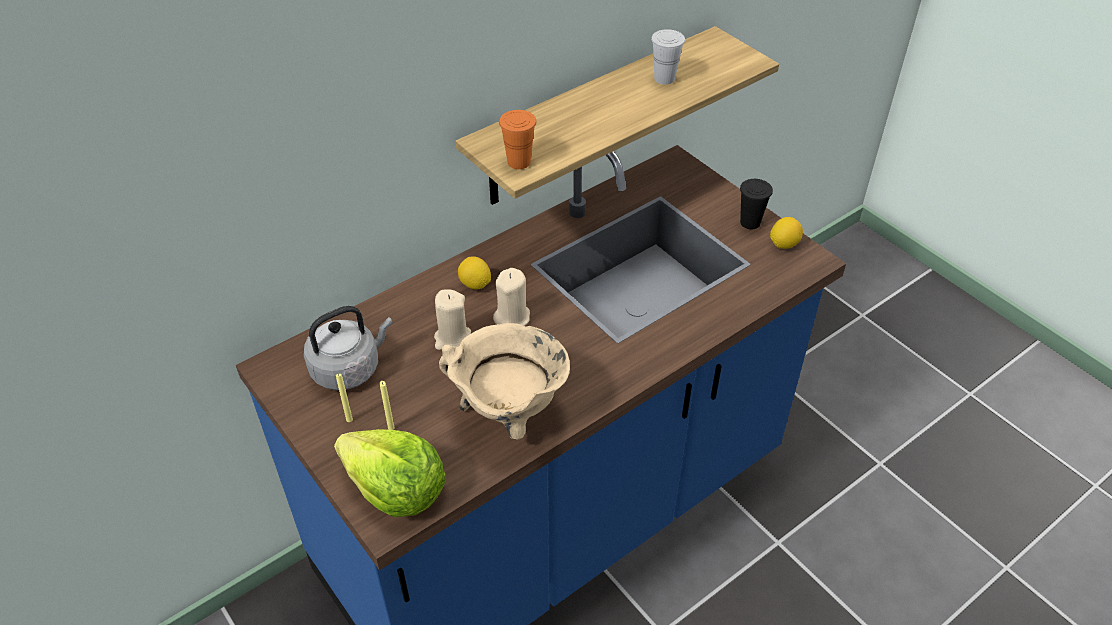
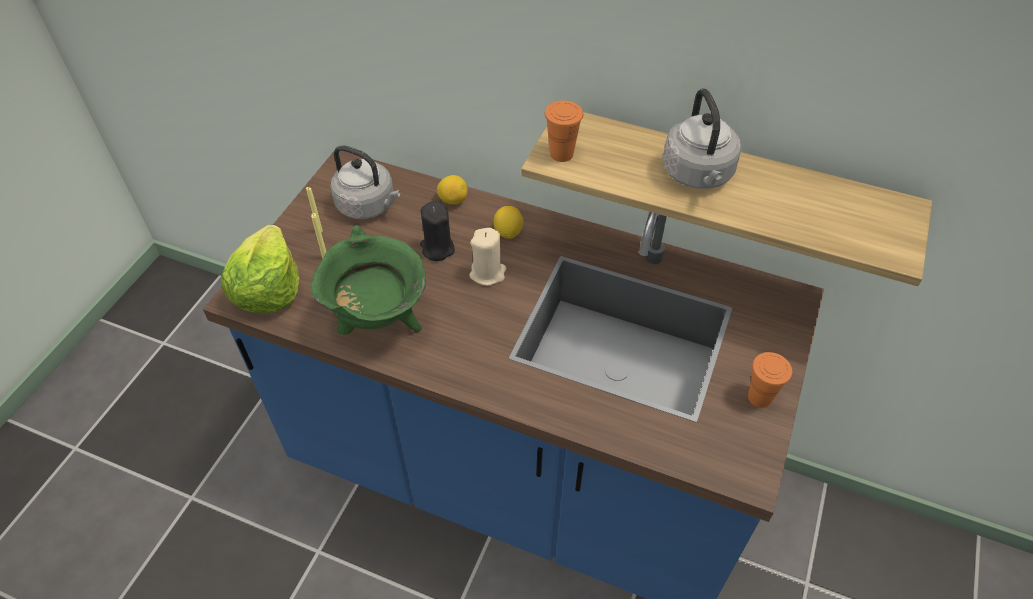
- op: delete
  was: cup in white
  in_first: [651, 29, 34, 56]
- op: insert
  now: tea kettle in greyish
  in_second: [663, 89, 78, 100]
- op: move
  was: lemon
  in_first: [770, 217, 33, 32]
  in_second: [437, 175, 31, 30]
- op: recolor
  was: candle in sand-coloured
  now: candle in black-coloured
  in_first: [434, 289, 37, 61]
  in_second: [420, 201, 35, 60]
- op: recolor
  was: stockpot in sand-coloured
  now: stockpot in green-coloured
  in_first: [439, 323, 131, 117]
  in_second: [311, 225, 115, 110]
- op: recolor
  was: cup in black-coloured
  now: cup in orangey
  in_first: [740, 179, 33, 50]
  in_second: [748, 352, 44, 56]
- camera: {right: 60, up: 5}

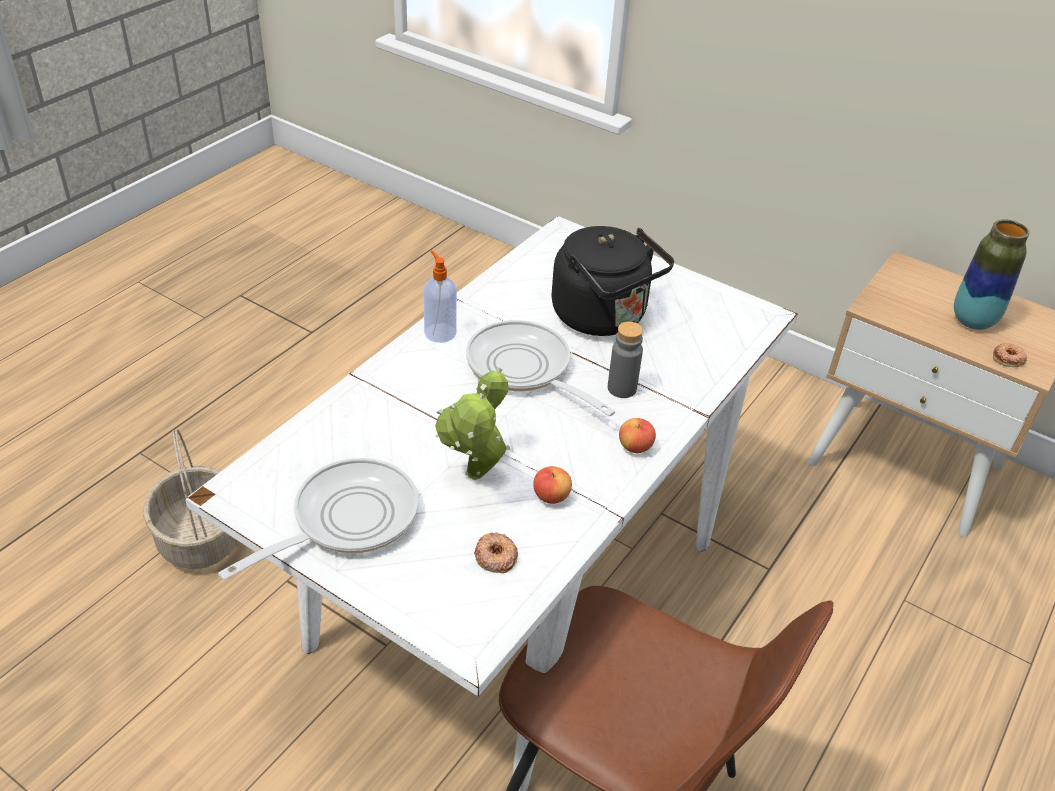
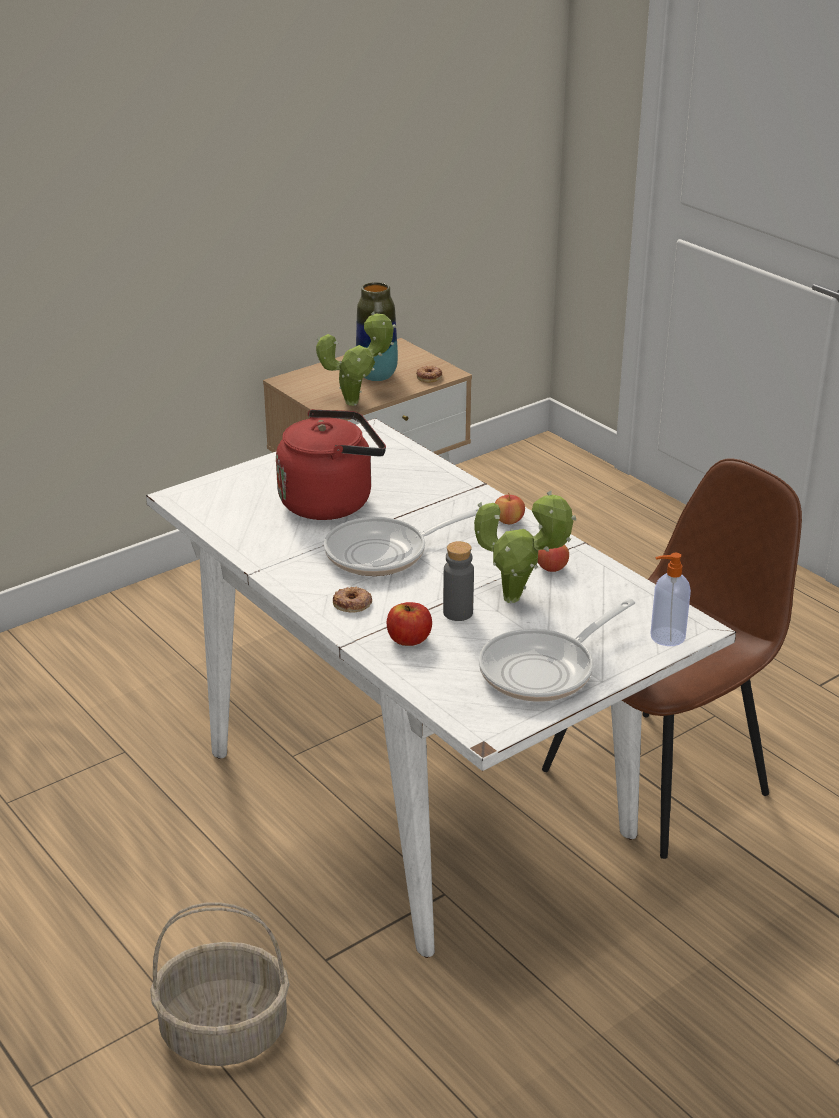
- op: insert
  now: houseplant
  in_second: [316, 311, 80, 95]
- op: insert
  now: apple
  in_second: [387, 602, 45, 44]
- op: move
  was: liquid soap bottle
  in_first: [424, 250, 33, 93]
  in_second: [650, 553, 41, 93]
- op: move
  was: ring doughnut
  in_first: [474, 532, 44, 41]
  in_second: [333, 587, 39, 26]
- op: move
  was: drink bottle in greyish
  in_first: [608, 322, 35, 76]
  in_second: [443, 541, 31, 80]
- op: recolor
  was: tea kettle in black-coloured
  now: tea kettle in red
  in_first: [552, 226, 122, 110]
  in_second: [276, 409, 110, 111]
- op: rotate
  was: pan
  in_first: [218, 458, 200, 122]
  in_second: [479, 599, 156, 103]
  clockwise: -105
- camera: {right: -70, up: -10}

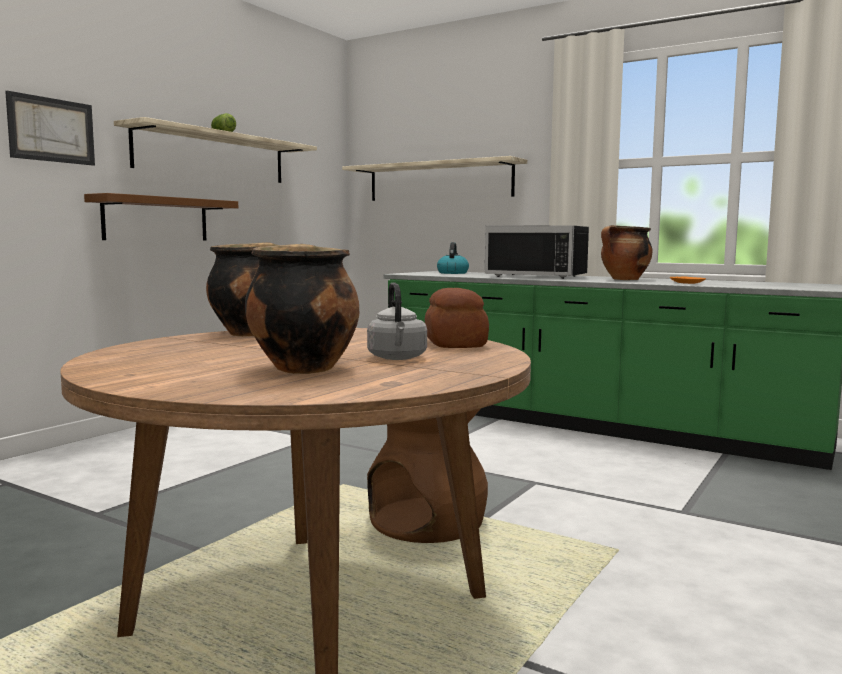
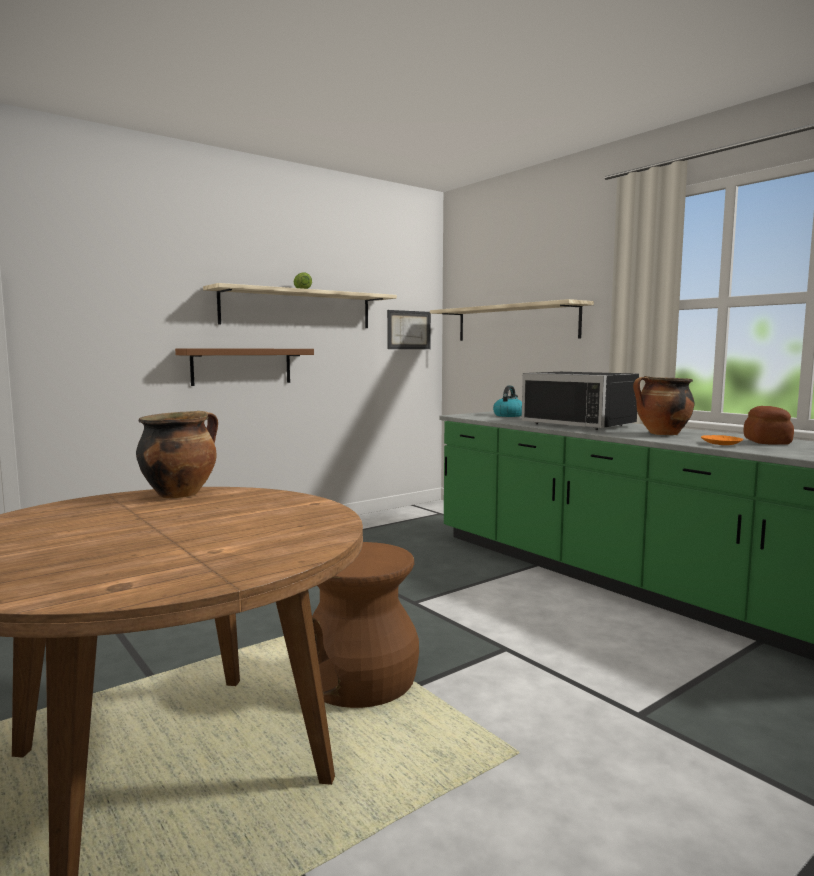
- op: delete
  was: stockpot
  in_first: [245, 244, 114, 130]
- op: delete
  was: tea kettle in greyish
  in_first: [367, 282, 60, 78]
- op: move
  was: wall picture
  in_first: [5, 91, 90, 75]
  in_second: [387, 310, 44, 39]
- op: move
  was: bakery bread
  in_first: [425, 288, 64, 60]
  in_second: [744, 406, 50, 39]
- camera: {right: 20, up: 0}

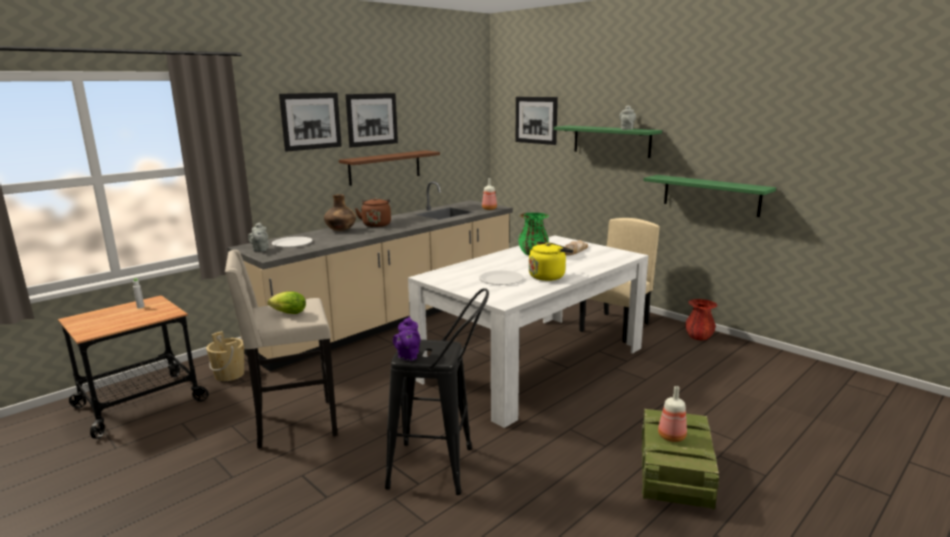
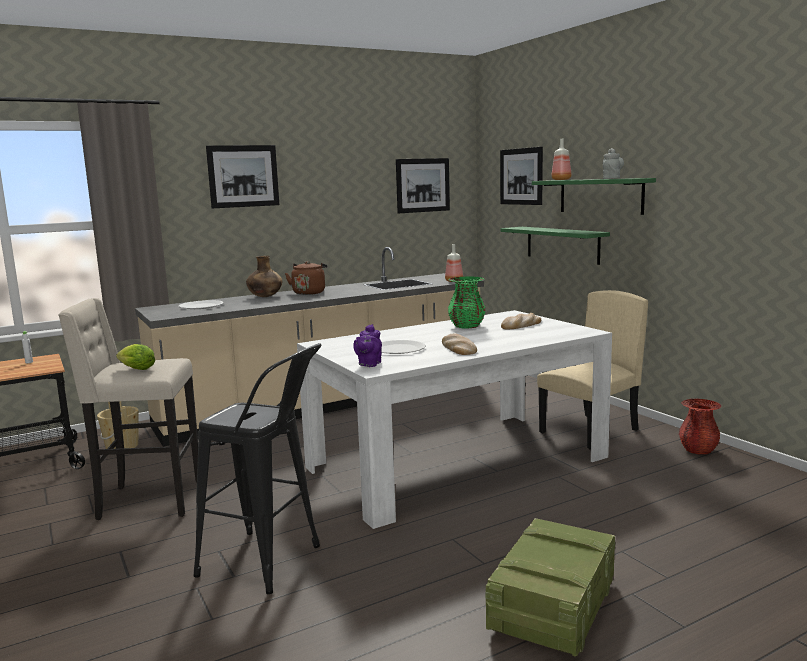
- op: delete
  was: teapot in greyish
  in_first: [248, 222, 21, 30]
- op: delete
  was: bracket shelf in brownish
  in_first: [339, 150, 101, 36]
- op: move
  was: wall picture
  in_first: [345, 93, 53, 55]
  in_second: [396, 158, 54, 55]
- op: move
  was: teapot in purple-coloured
  in_first: [393, 316, 27, 45]
  in_second: [353, 324, 29, 43]
- op: move
  was: bracket shelf in green-coloured
  in_first: [644, 175, 132, 42]
  in_second: [501, 227, 109, 38]
- op: move
  was: drink bottle
  in_first: [658, 386, 29, 56]
  in_second: [551, 139, 20, 41]
- op: replace
  was: tea kettle in yellow
  now: bakery bread
  in_first: [529, 242, 44, 39]
  in_second: [442, 333, 35, 22]
- camera: {right: 15, up: -5}

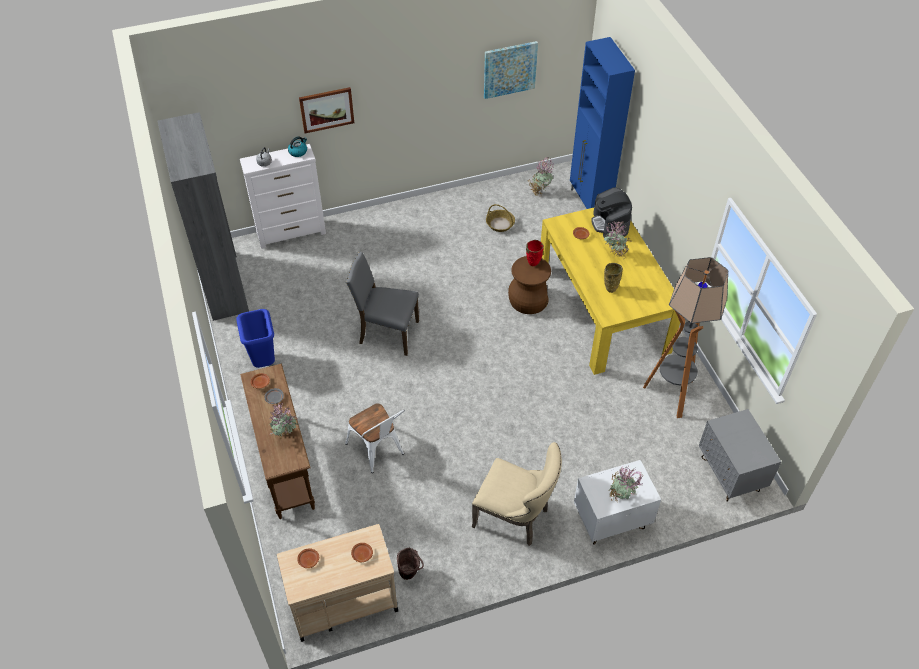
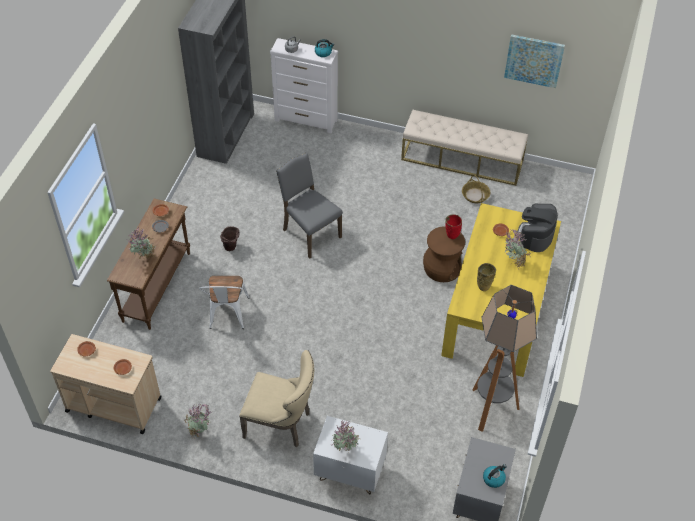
- op: delete
  was: trash can in bluish
  in_first: [237, 309, 38, 59]
- op: delete
  was: wall picture
  in_first: [299, 87, 55, 46]
- op: delete
  was: cupboard in bluish
  in_first: [570, 37, 65, 172]
- op: insert
  now: long seat in sand-coloured
  in_second: [401, 110, 127, 76]
- op: insert
  now: tea kettle
  in_second: [483, 464, 24, 24]
- op: move
  was: pail in brownish
  in_first: [397, 547, 27, 33]
  in_second: [220, 226, 20, 25]
- op: move
  was: houseplant
  in_first: [528, 157, 26, 38]
  in_second: [185, 403, 27, 35]
- op: rotate
  was: plain chair in sand-coloured
  in_first: [472, 442, 90, 104]
  in_second: [239, 350, 75, 97]
  clockwise: -45
- camera: {right: 35, up: 0}

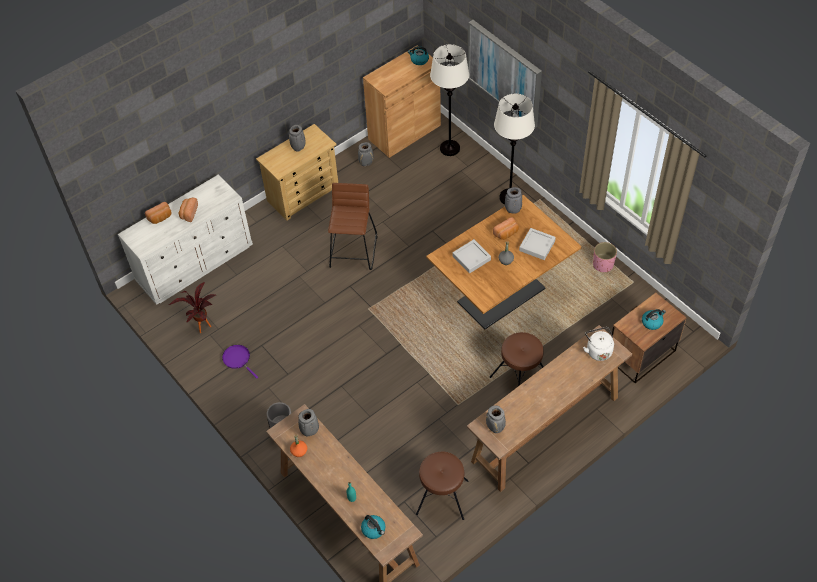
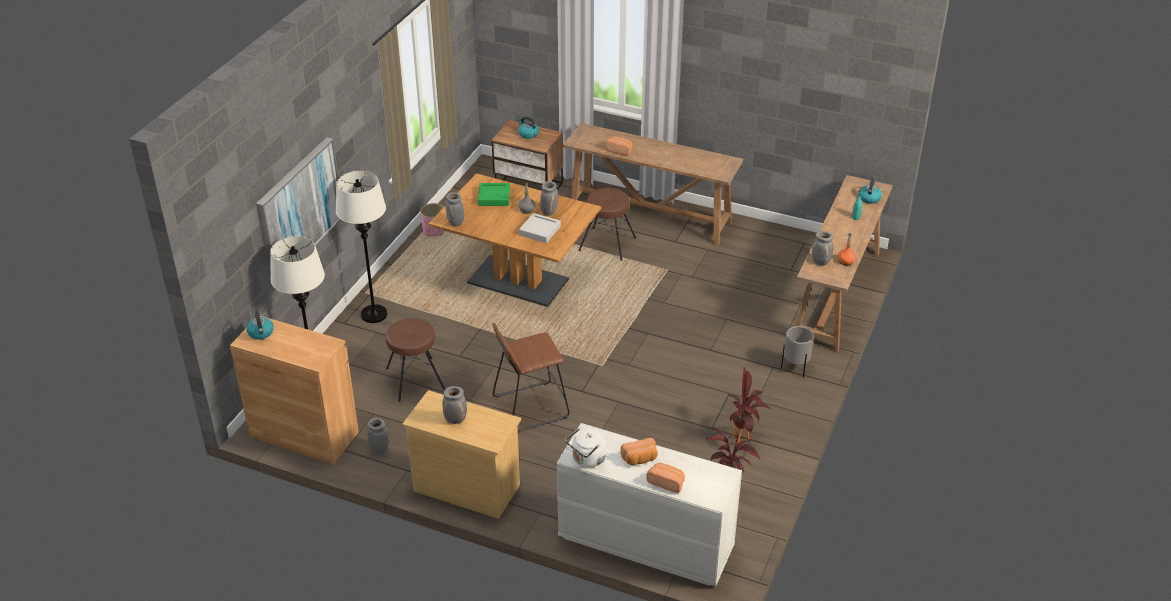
- op: move
  was: sitting stool in brownish
  in_first: [416, 452, 52, 68]
  in_second: [386, 318, 59, 84]
- op: move
  was: flower vase in greyish
  in_first: [486, 405, 20, 28]
  in_second: [540, 181, 18, 35]
- op: move
  was: bakery bread
  in_first: [493, 217, 26, 23]
  in_second: [605, 136, 28, 20]
- op: move
  was: tea kettle in white
  in_first: [583, 327, 31, 34]
  in_second: [565, 428, 42, 39]
- op: replace
  was: pan in purple-coloured
  now: houseplant
  in_first: [222, 345, 36, 34]
  in_second: [727, 367, 44, 77]
- op: recolor
  was: serving tray in greyish
  now: serving tray in green-coloured
  in_first: [519, 228, 37, 32]
  in_second: [478, 183, 32, 23]
- camera: {right: -120, up: -15}

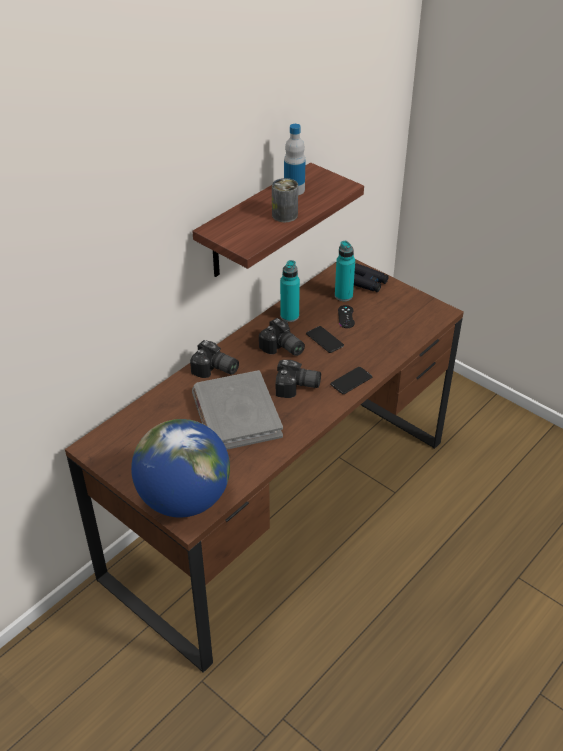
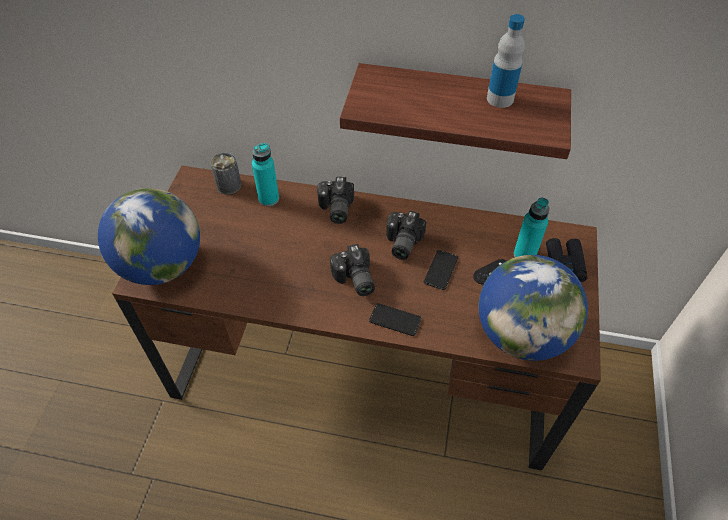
- op: delete
  was: volume in greyish
  in_first: [192, 370, 91, 80]
- op: insert
  now: world globe
  in_second: [479, 255, 109, 106]
- op: move
  was: can
  in_first: [272, 178, 26, 44]
  in_second: [210, 153, 31, 42]
- op: move
  was: drink bottle in turquoise-coloured
  in_first: [280, 260, 20, 62]
  in_second: [252, 143, 27, 63]
- camera: {right: 60, up: 10}

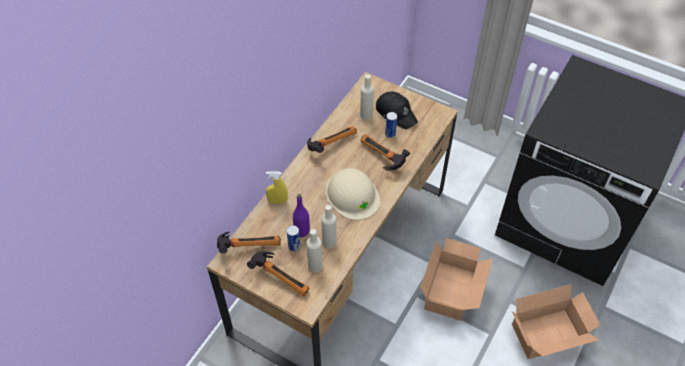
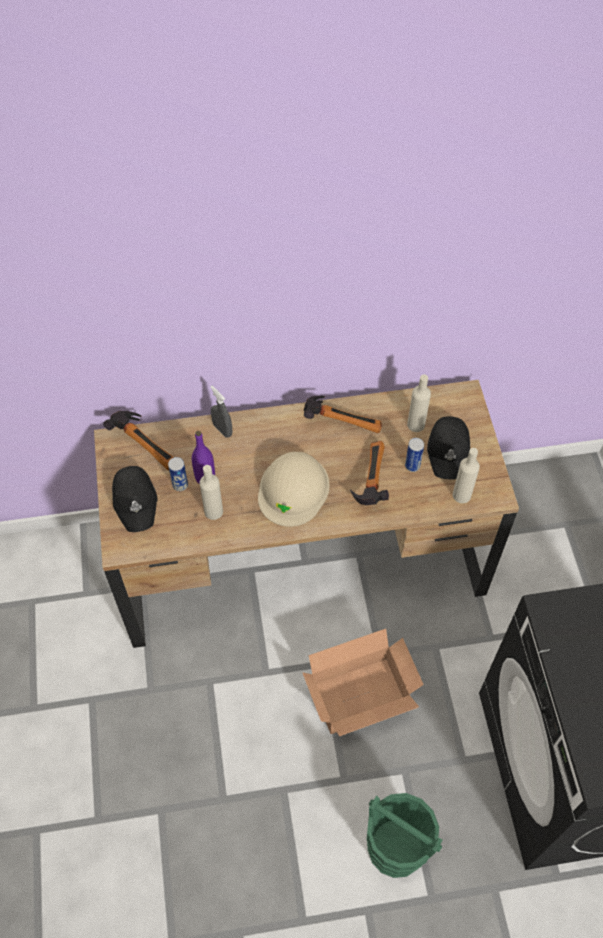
- op: move
  was: drink bottle in sand-coloured
  in_first: [306, 229, 16, 43]
  in_second: [453, 448, 27, 55]
- op: replace
  was: hand hammer
  now: peaked cap in black-coloured
  in_first: [247, 251, 63, 45]
  in_second: [112, 466, 46, 66]
- op: replace
  was: packing box
  now: pail in green-coloured
  in_first: [512, 284, 88, 75]
  in_second: [367, 793, 76, 85]
- op: recolor
  was: sprayer in yellow
  now: sprayer in greyish
  in_first: [266, 172, 22, 31]
  in_second: [210, 386, 22, 52]
- camera: {right: 50, up: 5}

